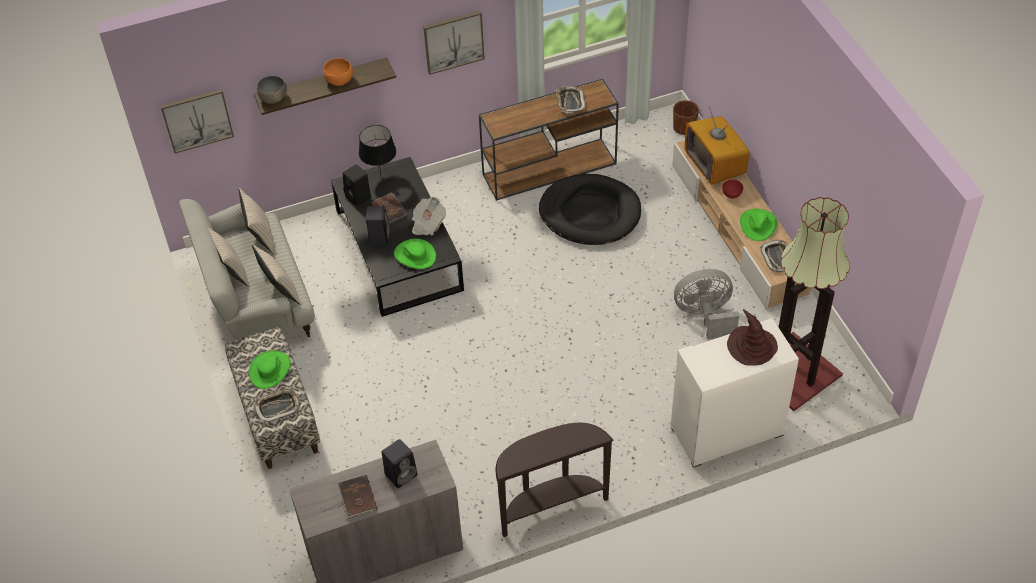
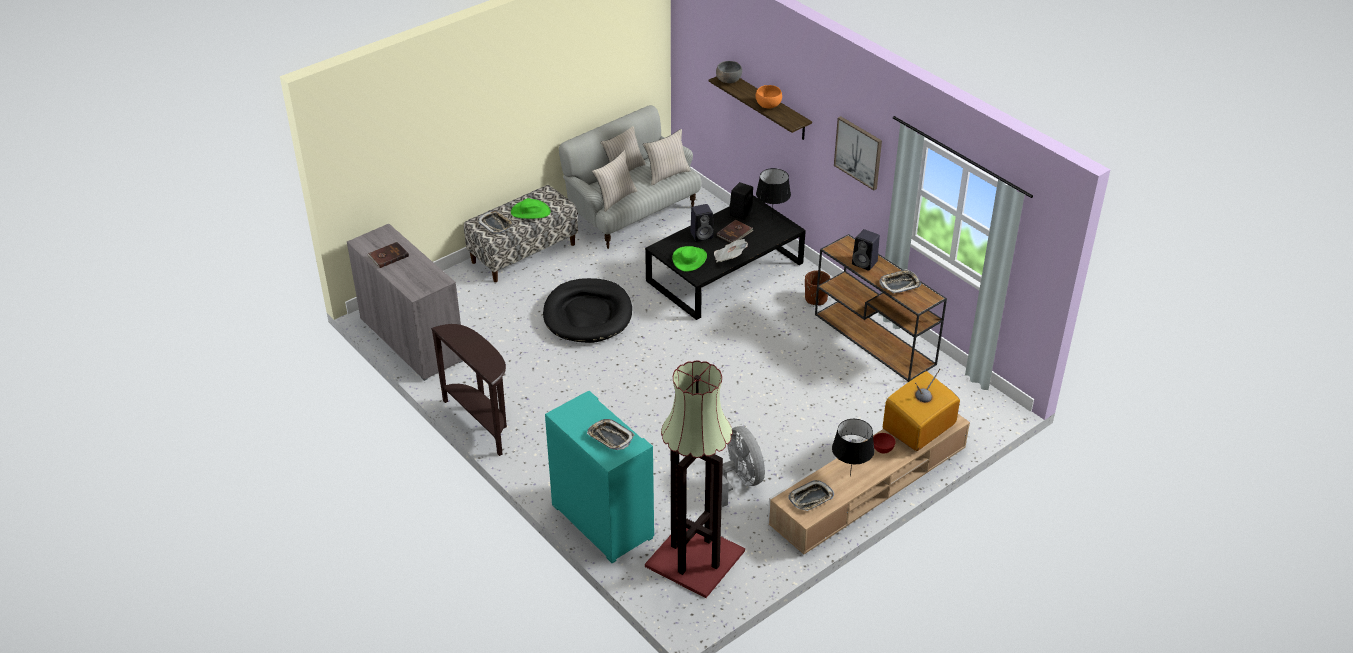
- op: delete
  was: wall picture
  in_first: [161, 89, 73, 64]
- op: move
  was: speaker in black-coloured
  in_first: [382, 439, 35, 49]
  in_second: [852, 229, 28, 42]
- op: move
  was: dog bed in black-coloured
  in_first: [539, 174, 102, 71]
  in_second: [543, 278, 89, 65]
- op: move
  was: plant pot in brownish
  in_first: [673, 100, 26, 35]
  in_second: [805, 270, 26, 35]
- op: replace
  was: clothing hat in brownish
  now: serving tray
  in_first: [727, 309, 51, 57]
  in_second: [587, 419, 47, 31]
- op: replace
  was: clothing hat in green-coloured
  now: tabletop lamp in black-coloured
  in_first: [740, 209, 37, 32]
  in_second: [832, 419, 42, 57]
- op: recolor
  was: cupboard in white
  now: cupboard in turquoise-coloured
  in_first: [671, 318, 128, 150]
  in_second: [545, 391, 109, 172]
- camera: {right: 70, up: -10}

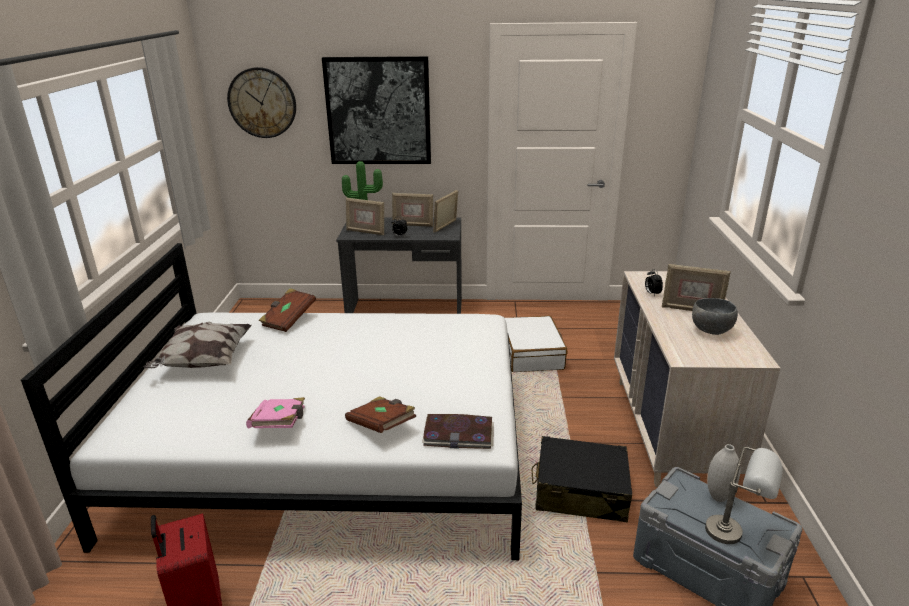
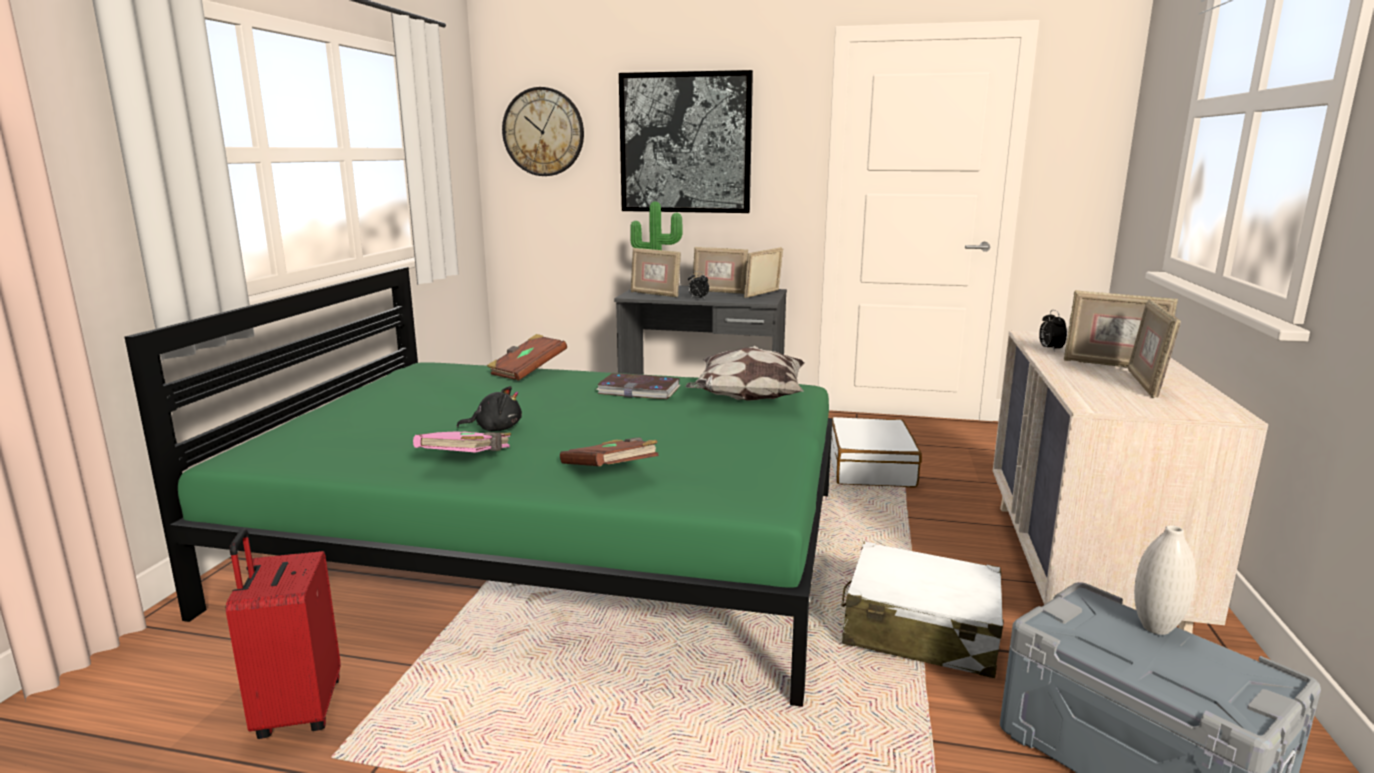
- op: delete
  was: tabletop lamp in greyish
  in_first: [705, 447, 78, 97]
- op: insert
  now: plush toy in black-coloured
  in_second: [457, 386, 65, 45]
- op: move
  was: pillow
  in_first: [143, 321, 109, 48]
  in_second: [685, 346, 120, 55]
- op: move
  was: volume
  in_first: [422, 414, 72, 35]
  in_second: [596, 373, 84, 26]
- op: replace
  was: serving bowl in greyish
  now: photo frame
  in_first: [692, 298, 46, 37]
  in_second: [1128, 300, 53, 98]
- op: recolor
  was: bed in white
  now: bed in green-coloured
  in_first: [21, 243, 501, 317]
  in_second: [125, 267, 708, 440]
- op: recolor
  was: travel case in black-coloured
  now: travel case in white
  in_first: [532, 436, 100, 86]
  in_second: [841, 541, 162, 137]
- camera: {right: 10, up: -10}

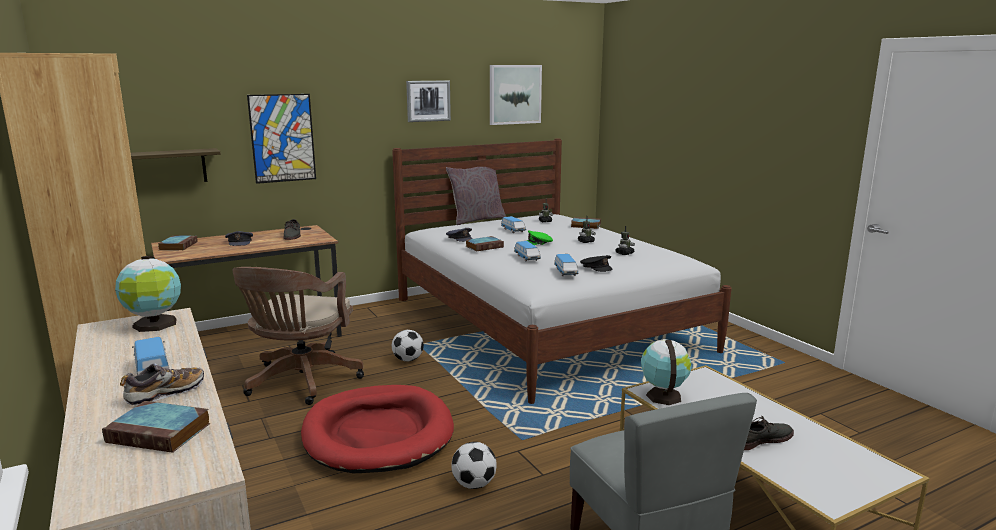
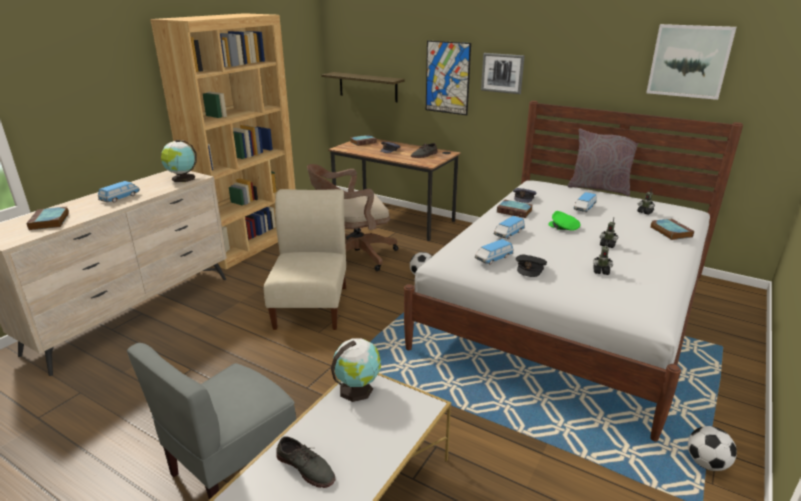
- op: delete
  was: item of footwear
  in_first: [120, 363, 84, 42]
- op: move
  was: wall picture
  in_first: [406, 81, 45, 41]
  in_second: [481, 53, 44, 41]
- op: move
  was: football ball
  in_first: [451, 442, 46, 47]
  in_second: [688, 426, 49, 45]
- op: replace
  was: dog bed in red
  now: plain chair in sand-coloured
  in_first: [301, 385, 153, 88]
  in_second: [264, 189, 82, 141]
- camera: {right: 60, up: 10}

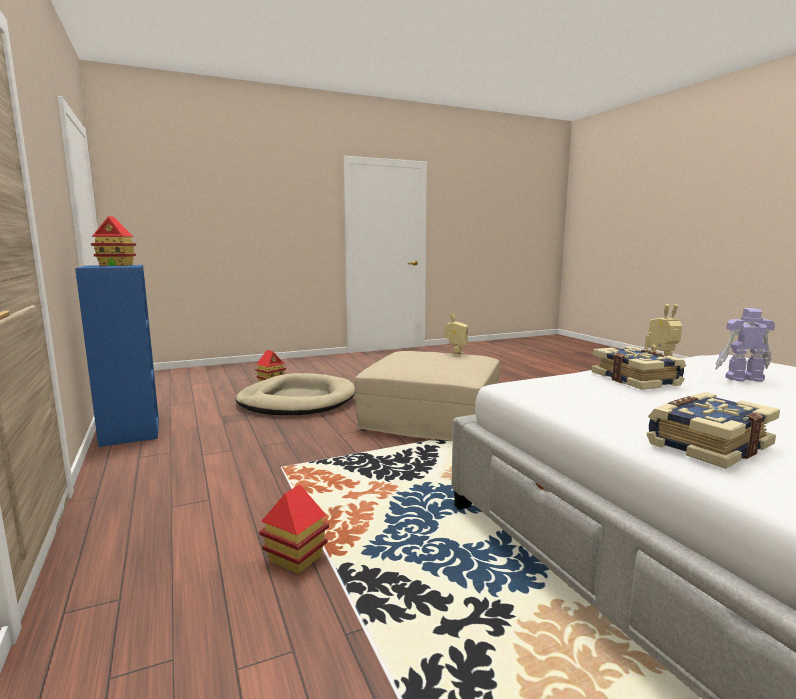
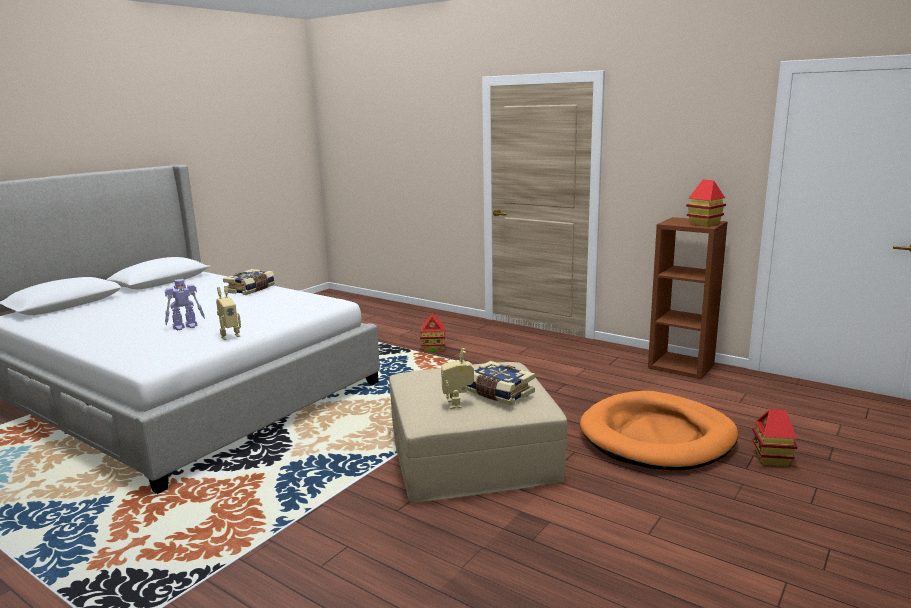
- op: move
  was: volume
  in_first: [592, 346, 94, 44]
  in_second: [467, 361, 68, 44]
- op: recolor
  was: bookshelf in bluish
  now: bookshelf in brownish
  in_first: [75, 265, 84, 182]
  in_second: [648, 217, 80, 162]
- op: recolor
  was: dog bed in sand-coloured
  now: dog bed in orangey
  in_first: [235, 373, 120, 42]
  in_second: [580, 391, 158, 79]
- camera: {right: 150, up: 5}

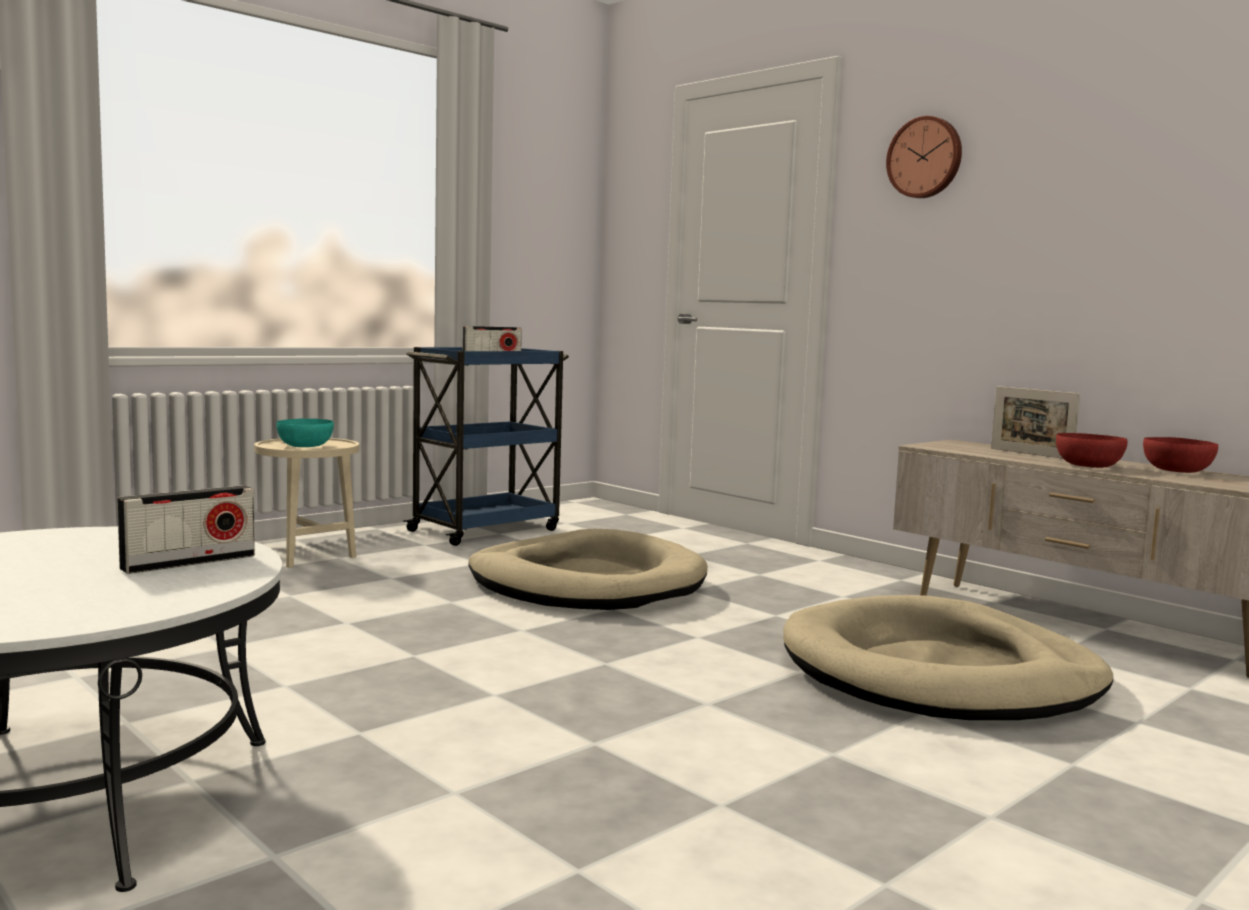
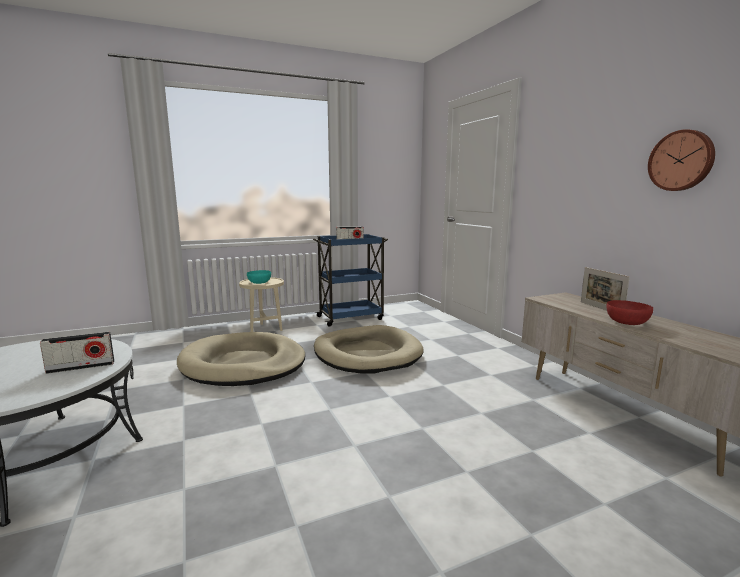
- op: delete
  was: serving bowl in red
  in_first: [1143, 437, 75, 36]
- op: move
  was: dog bed in sand-coloured
  in_first: [783, 595, 330, 125]
  in_second: [177, 332, 128, 54]
- op: move
  was: wall clock
  in_first: [886, 116, 76, 82]
  in_second: [648, 129, 67, 62]
- camera: {right: 20, up: 5}

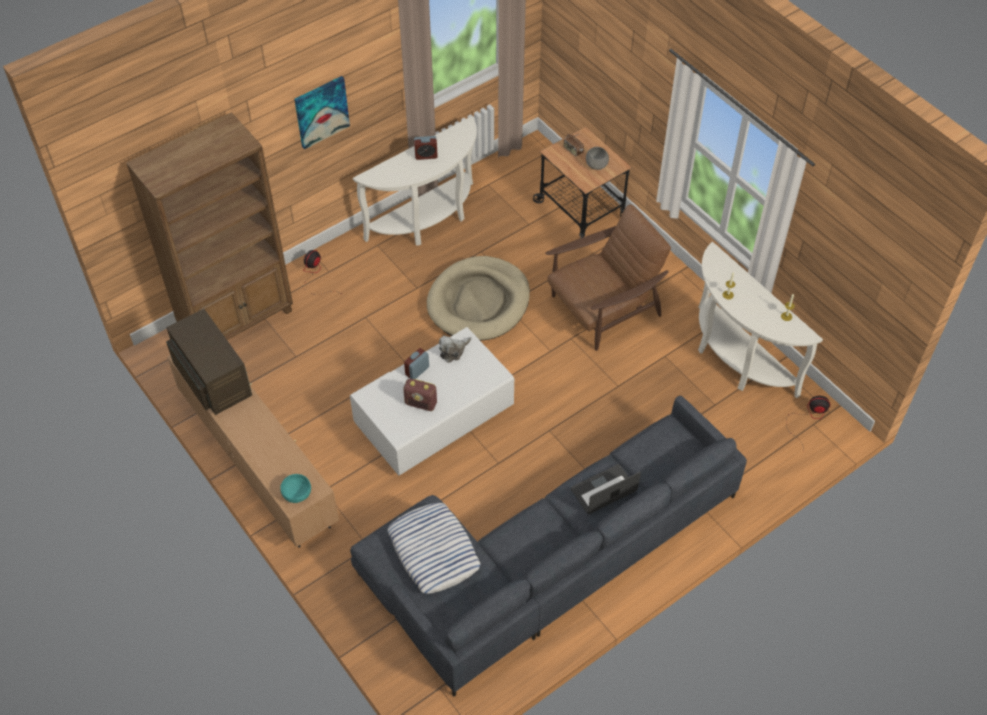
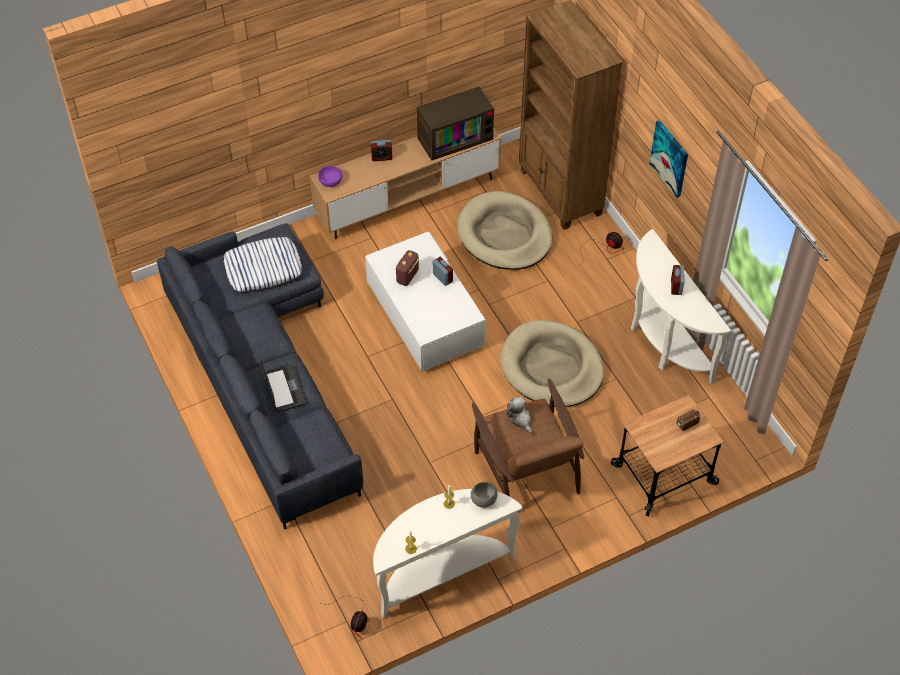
- op: insert
  now: bedside clock
  in_second: [371, 140, 21, 21]
- op: insert
  now: dog bed in sand-coloured
  in_second: [457, 191, 96, 79]
- op: move
  was: plush toy
  in_first: [439, 336, 32, 27]
  in_second: [507, 397, 25, 37]
- op: move
  was: serving bowl in greyish
  in_first: [586, 147, 23, 23]
  in_second: [471, 482, 27, 26]
- op: recolor
  was: serving bowl in turquoise-coloured
  now: serving bowl in purple-coloured
  in_first: [280, 474, 31, 29]
  in_second: [318, 166, 24, 21]
- camera: {right: 100, up: 0}

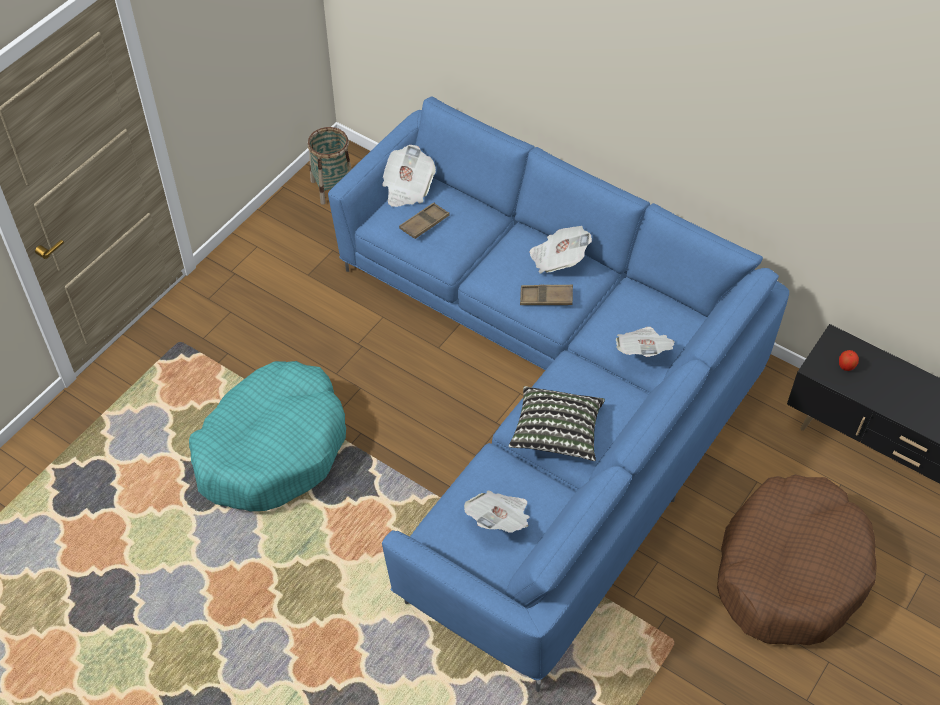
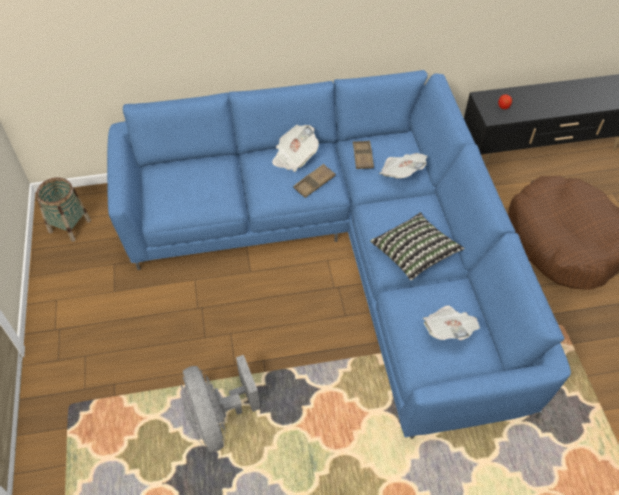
- op: delete
  was: daily paper
  in_first: [382, 145, 54, 62]
- op: move
  was: serving tray in brownish
  in_first: [399, 203, 51, 36]
  in_second: [353, 141, 21, 28]
- op: replace
  was: dog bed in turquoise-coloured
  now: electric fan in greyish
  in_first: [189, 361, 157, 150]
  in_second: [181, 355, 79, 98]
- camera: {right: -45, up: 0}

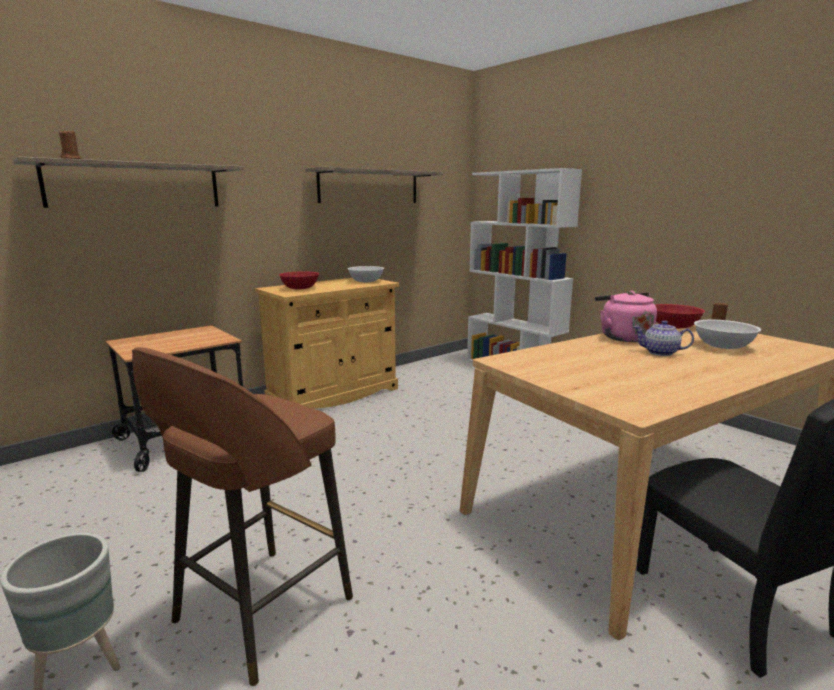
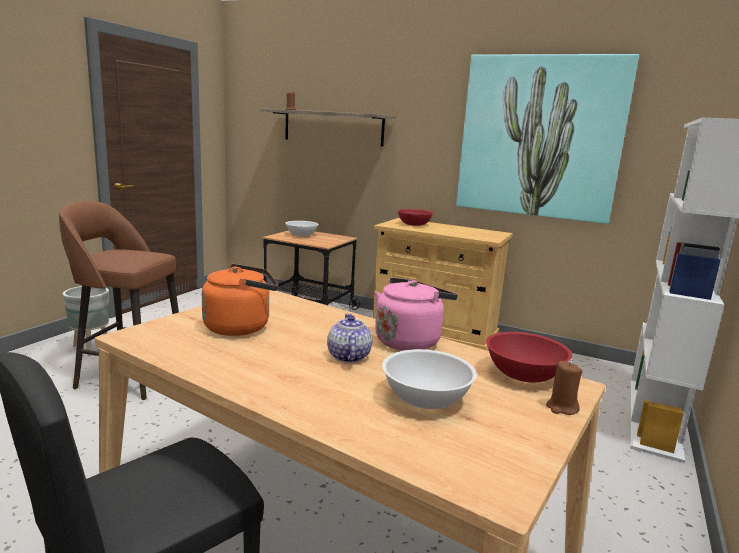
- op: insert
  now: tea kettle in orangey
  in_second: [202, 264, 76, 72]
- op: move
  was: serving bowl in white
  in_first: [347, 266, 37, 16]
  in_second: [285, 221, 33, 15]
- op: replace
  was: bracket shelf
  now: wall picture
  in_first: [305, 167, 138, 36]
  in_second: [456, 54, 183, 170]
- camera: {right: 65, up: 0}

